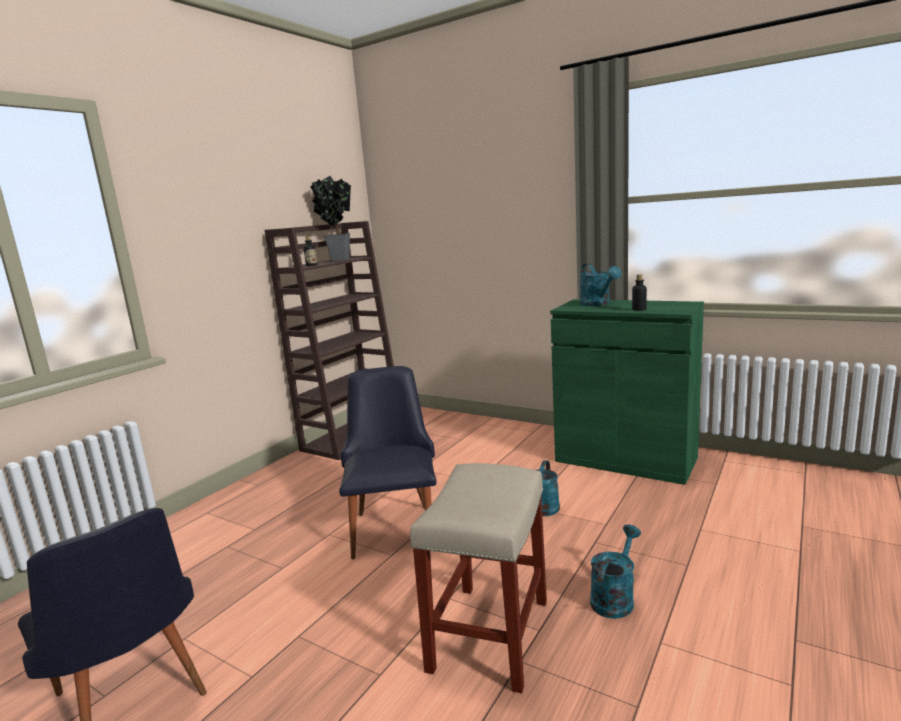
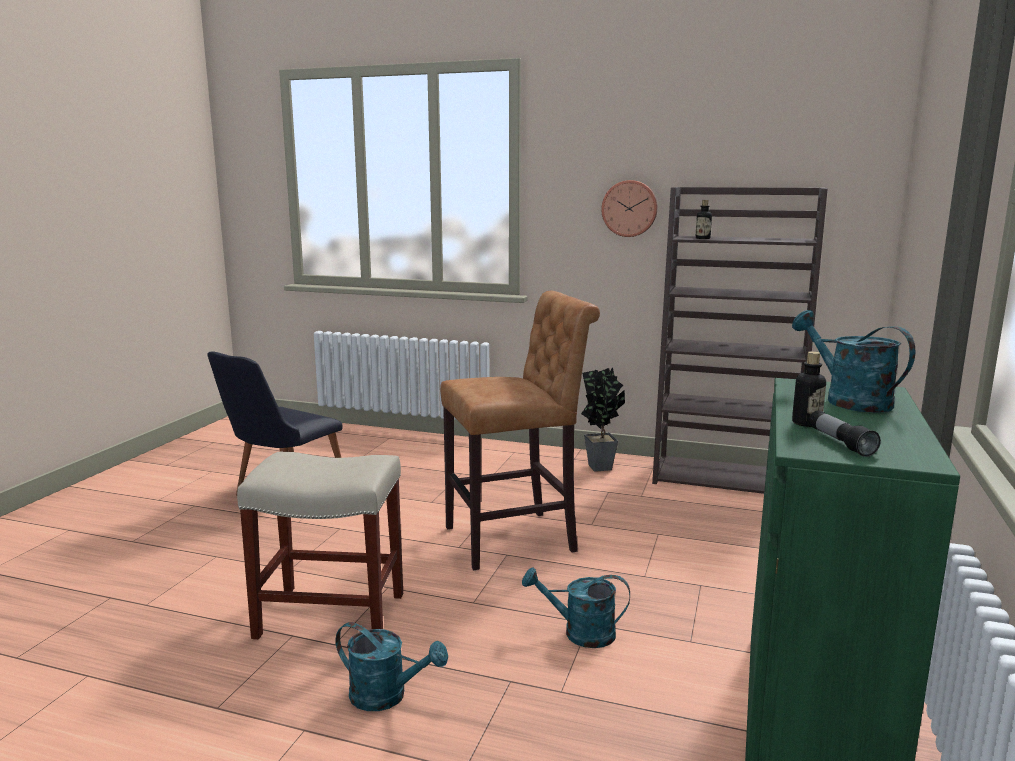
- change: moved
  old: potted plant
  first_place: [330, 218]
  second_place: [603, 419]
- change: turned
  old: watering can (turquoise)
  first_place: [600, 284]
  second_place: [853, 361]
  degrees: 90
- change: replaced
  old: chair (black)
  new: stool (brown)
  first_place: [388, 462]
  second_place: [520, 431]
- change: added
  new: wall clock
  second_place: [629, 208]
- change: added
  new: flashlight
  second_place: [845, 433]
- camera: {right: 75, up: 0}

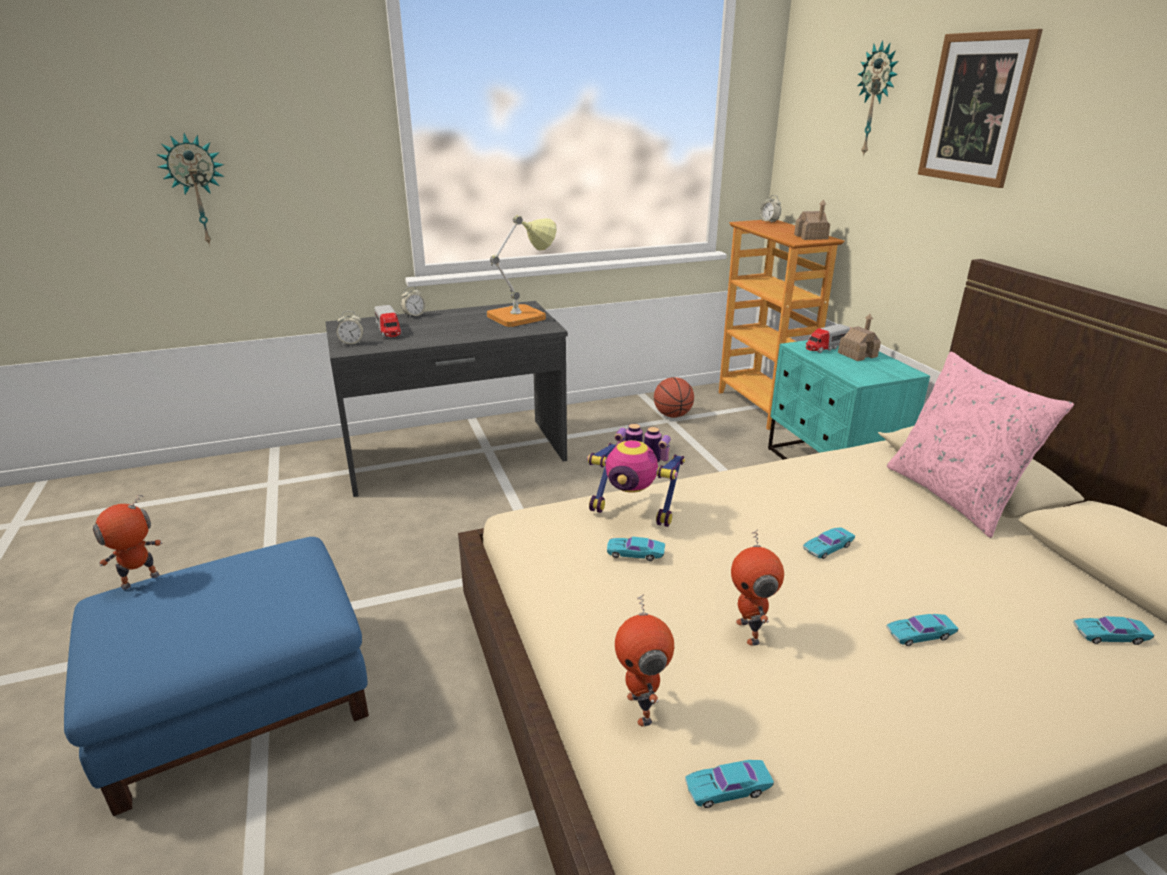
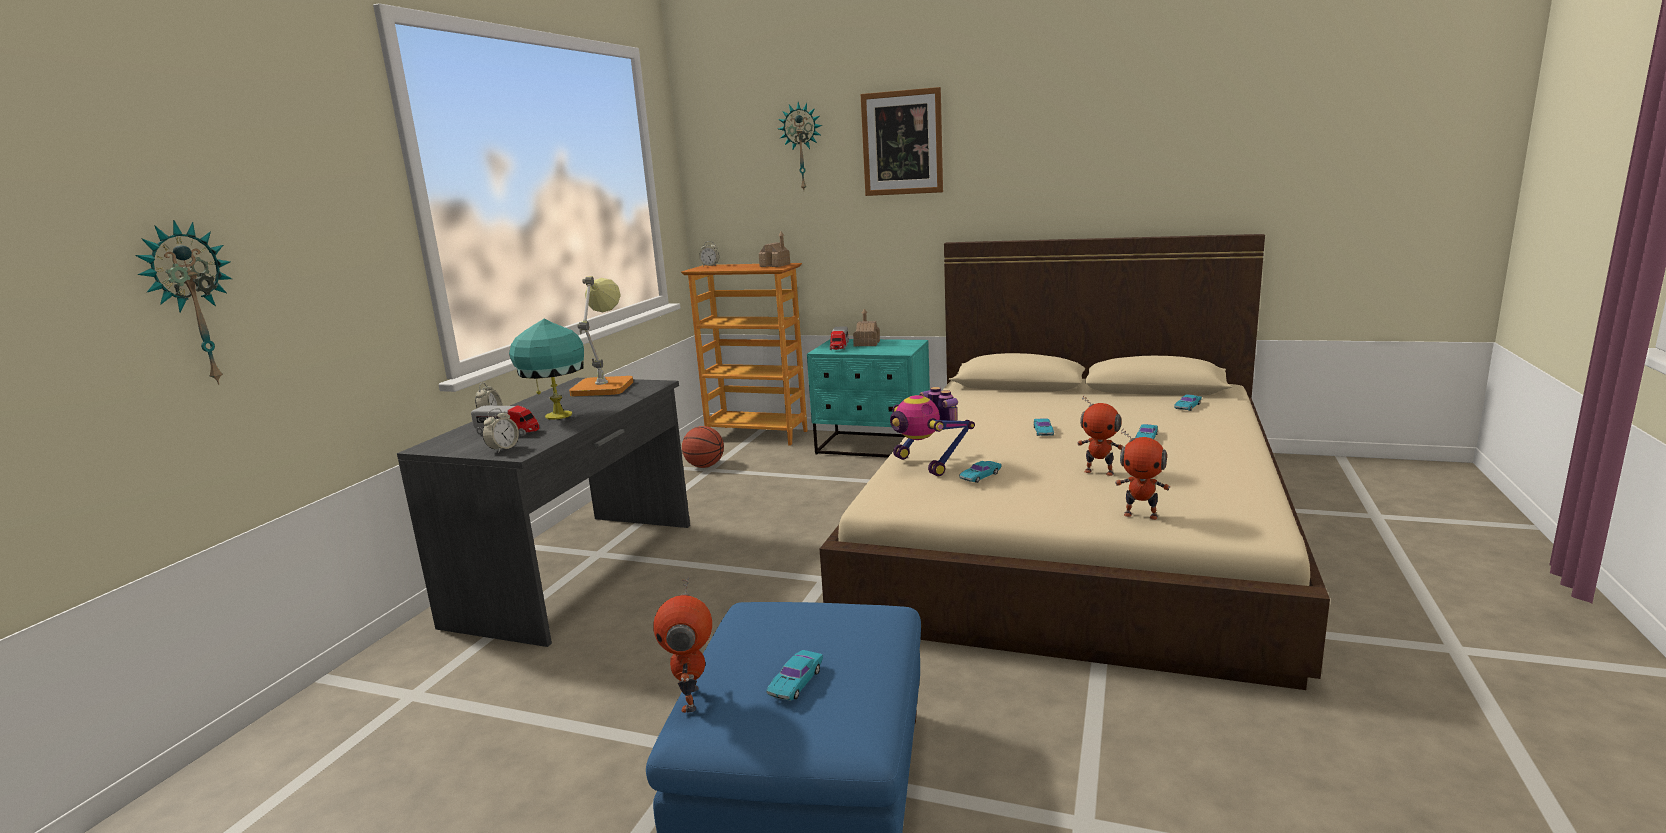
- change: removed
  old: pillow (pink)
  first_place: [980, 445]
- change: turned
  old: toy robot
  first_place: [636, 475]
  second_place: [932, 431]
  degrees: 90
- change: moved
  old: toy car (turquoise)
  first_place: [729, 784]
  second_place: [794, 675]
- change: added
  new: table lamp (turquoise)
  second_place: [546, 369]
- camera: {right: -50, up: -10}

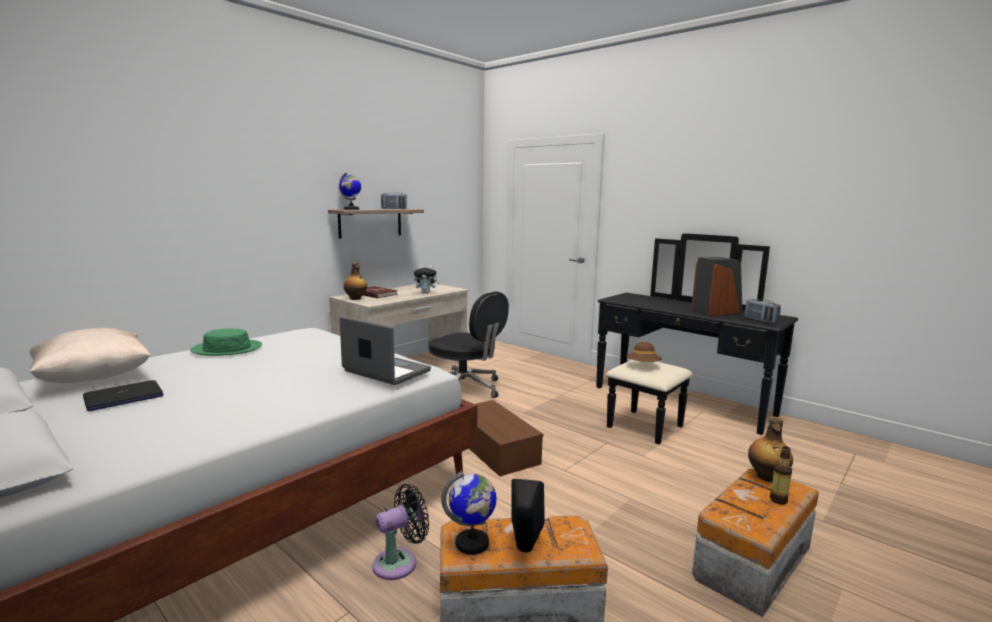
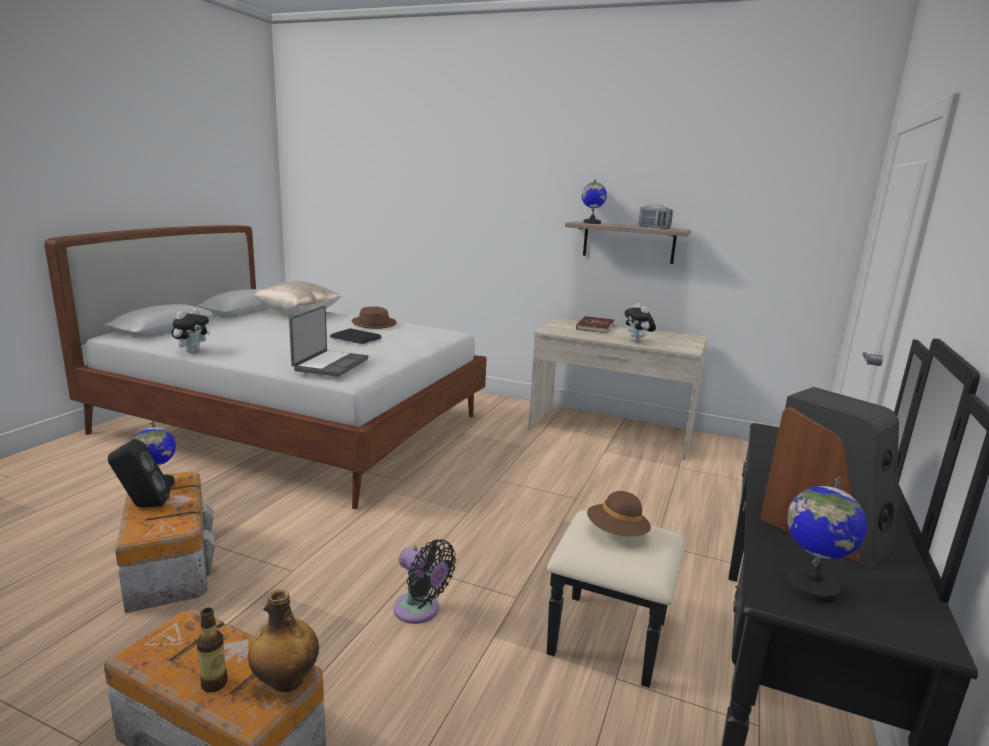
- change: removed
  old: bottle
  first_place: [355, 281]
- change: removed
  old: office chair (black)
  first_place: [469, 344]
- change: replaced
  old: radio
  new: globe
  first_place: [763, 311]
  second_place: [826, 539]
- change: recoloured
  old: hat (green)
  new: hat (brown)
  first_place: [226, 342]
  second_place: [374, 317]
- change: moved
  old: laptop
  first_place: [123, 395]
  second_place: [355, 336]
- change: removed
  old: storage box (brown)
  first_place: [506, 438]
- change: moved
  old: fan (black)
  first_place: [401, 532]
  second_place: [424, 581]
- change: added
  new: plush toy
  second_place: [190, 331]
- camera: {right: 70, up: 5}

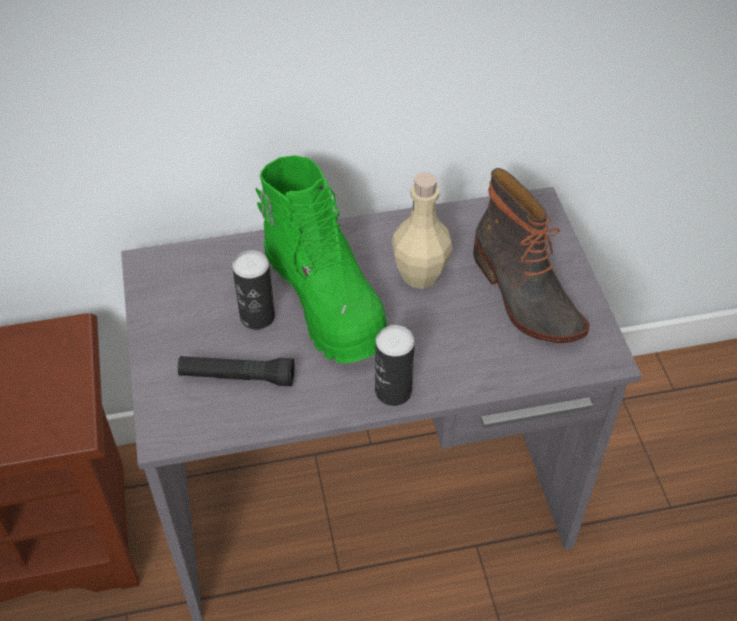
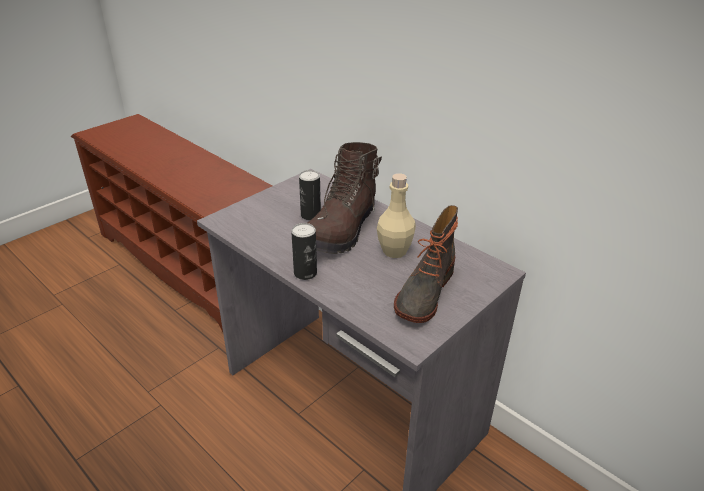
- change: recoloured
  old: boot (green)
  new: boot (brown)
  first_place: [321, 259]
  second_place: [345, 198]
- change: removed
  old: flashlight (black)
  first_place: [236, 371]
- camera: {right: 55, up: -15}

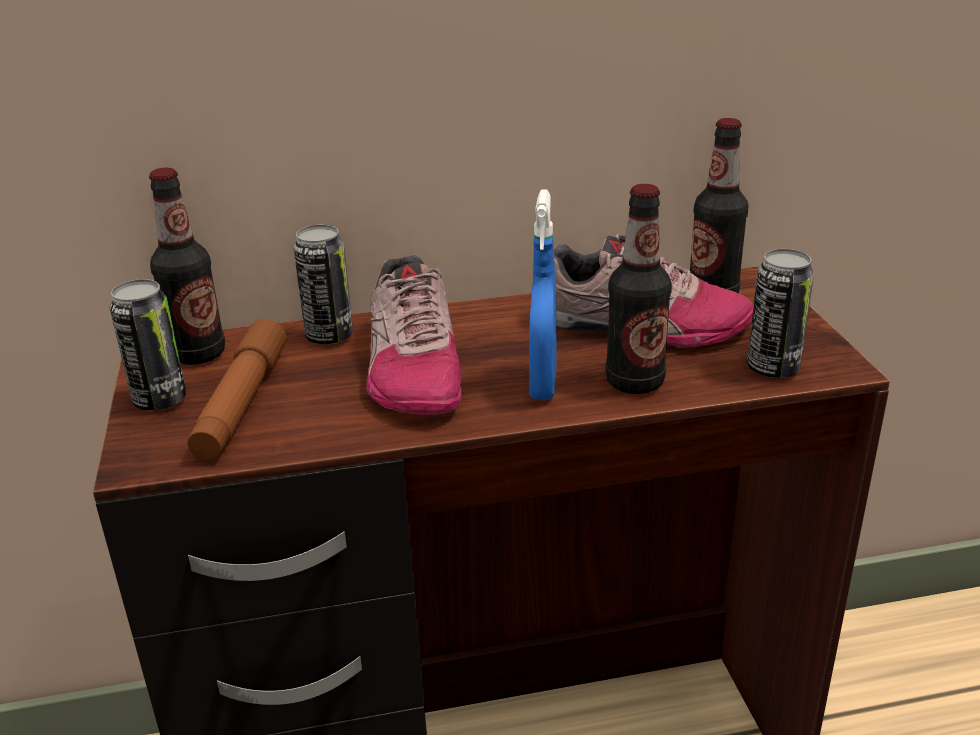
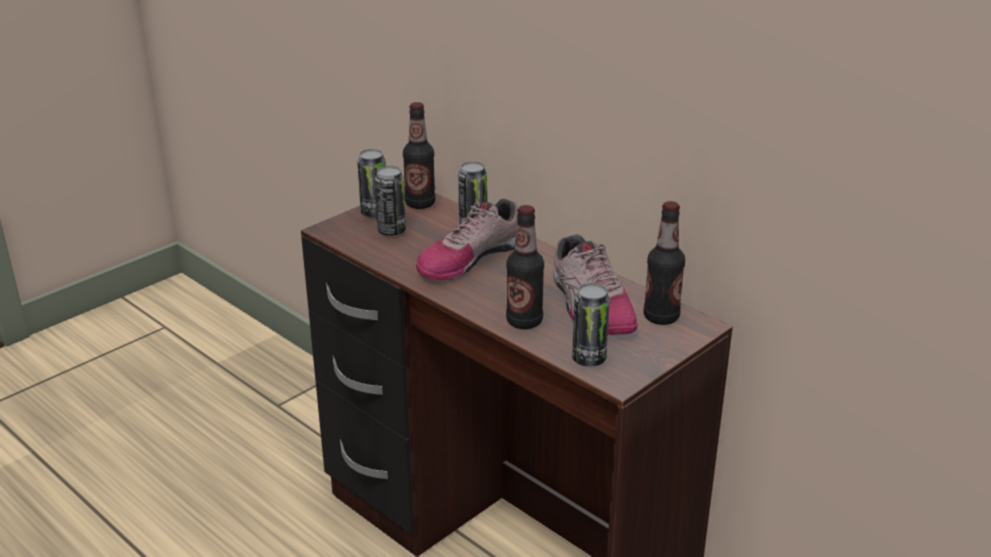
- change: removed
  old: spray bottle (blue)
  first_place: [542, 295]
- change: replaced
  old: flashlight (brown)
  new: can
  first_place: [237, 389]
  second_place: [390, 201]
- camera: {right: 55, up: 0}

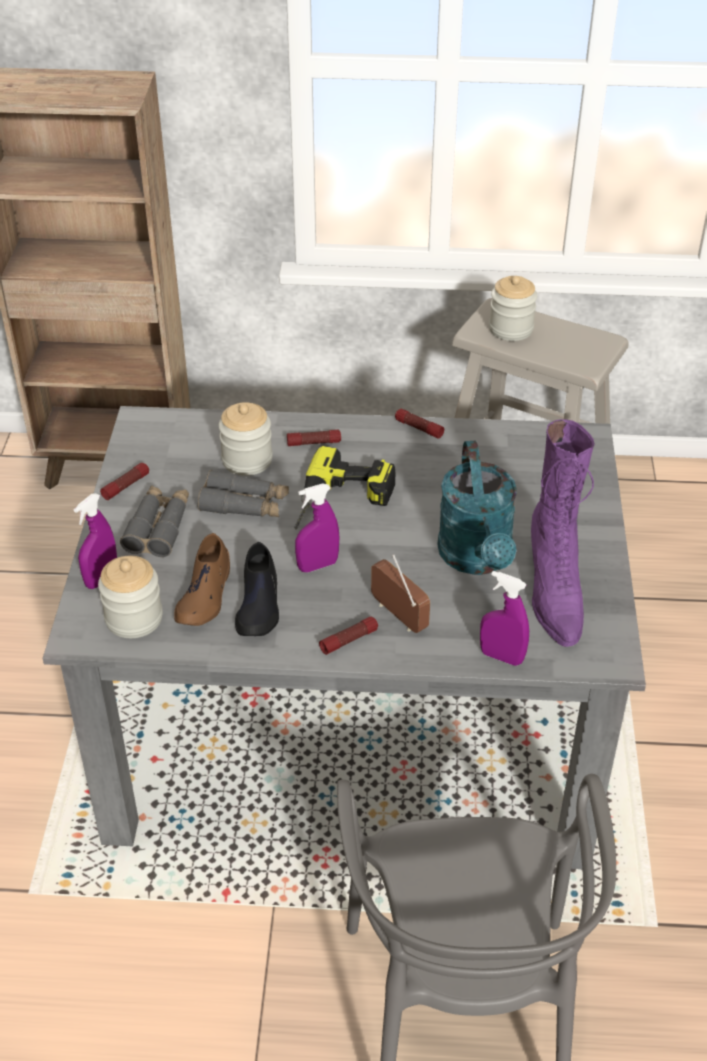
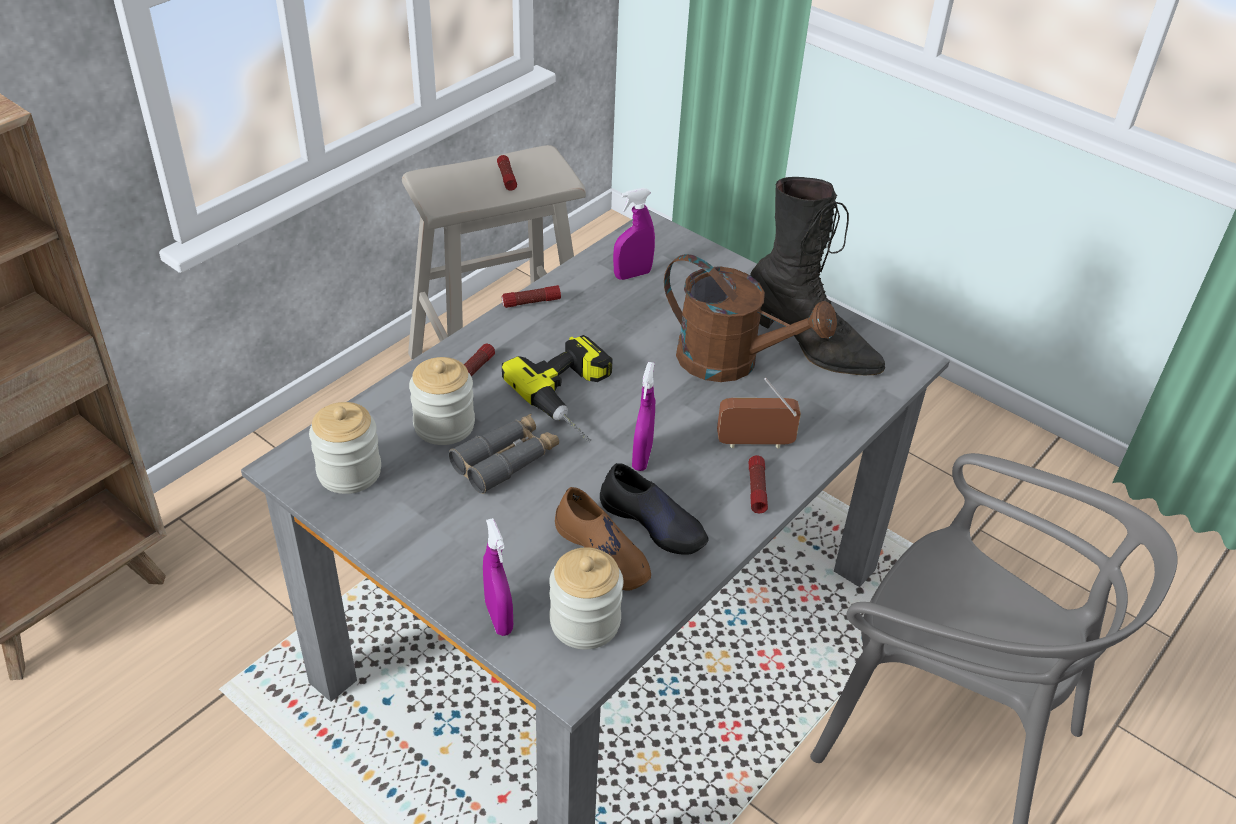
- change: moved
  old: jar
  first_place: [513, 308]
  second_place: [345, 448]
- change: recoloured
  old: boot (purple)
  new: boot (black)
  first_place: [562, 533]
  second_place: [817, 276]
- change: recoloured
  old: watering can (turquoise)
  new: watering can (brown)
  first_place: [477, 508]
  second_place: [750, 318]
- change: moved
  old: flashlight
  first_place: [124, 481]
  second_place: [507, 173]
- change: removed
  old: binoculars (grey)
  first_place: [154, 521]
- change: moved
  old: spray bottle (purple)
  first_place: [504, 618]
  second_place: [634, 233]
- camera: {right: -55, up: 0}

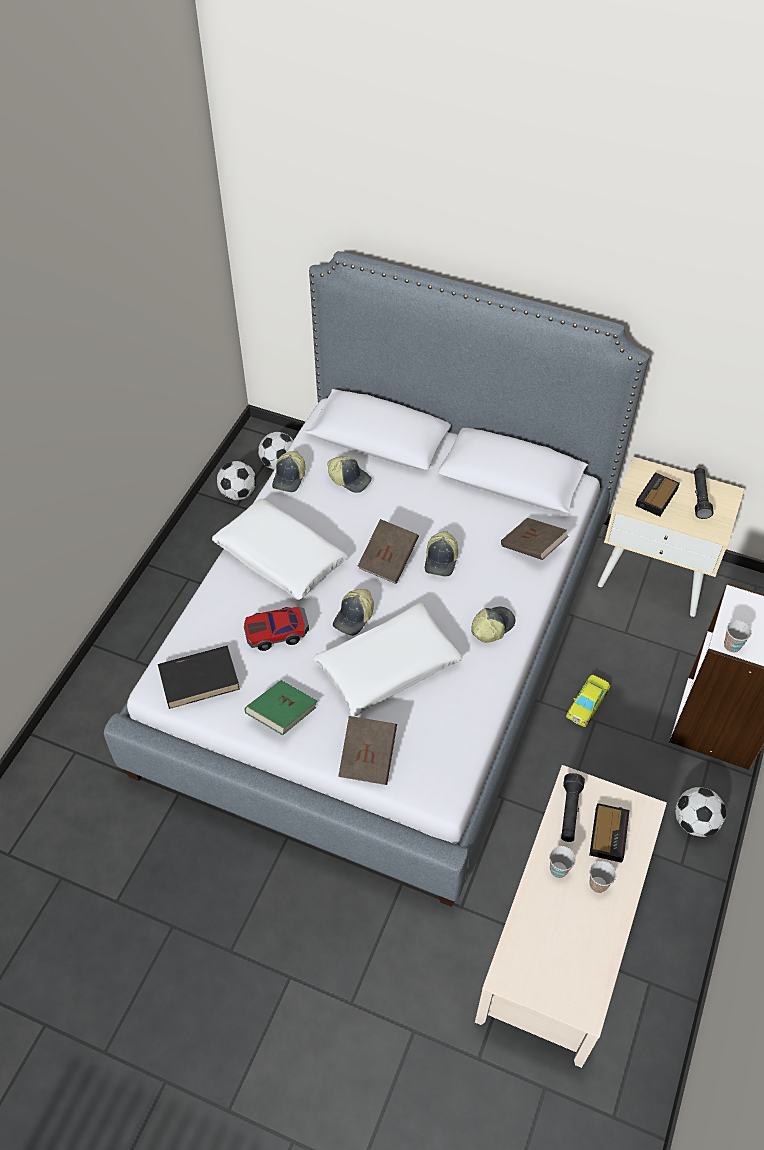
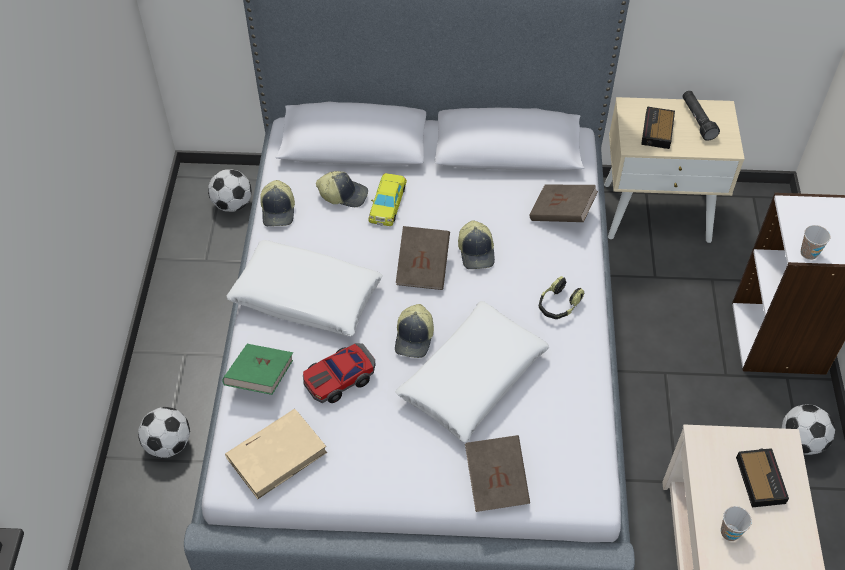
- change: moved
  old: football
  first_place: [236, 480]
  second_place: [164, 432]
- change: replaced
  old: cap
  new: headphones
  first_place: [493, 625]
  second_place: [562, 297]
- change: recoloured
  old: book (black)
  new: book (beige)
  first_place: [199, 677]
  second_place: [276, 454]
- change: moved
  old: toy car (yellow)
  first_place: [588, 701]
  second_place: [388, 199]
- change: moved
  old: book (green)
  first_place: [281, 707]
  second_place: [257, 369]
- change: removed
  old: flashlight (black)
  first_place: [573, 807]
- change: removed
  old: cup
  first_place: [602, 877]
- camera: {right: -20, up: 0}

